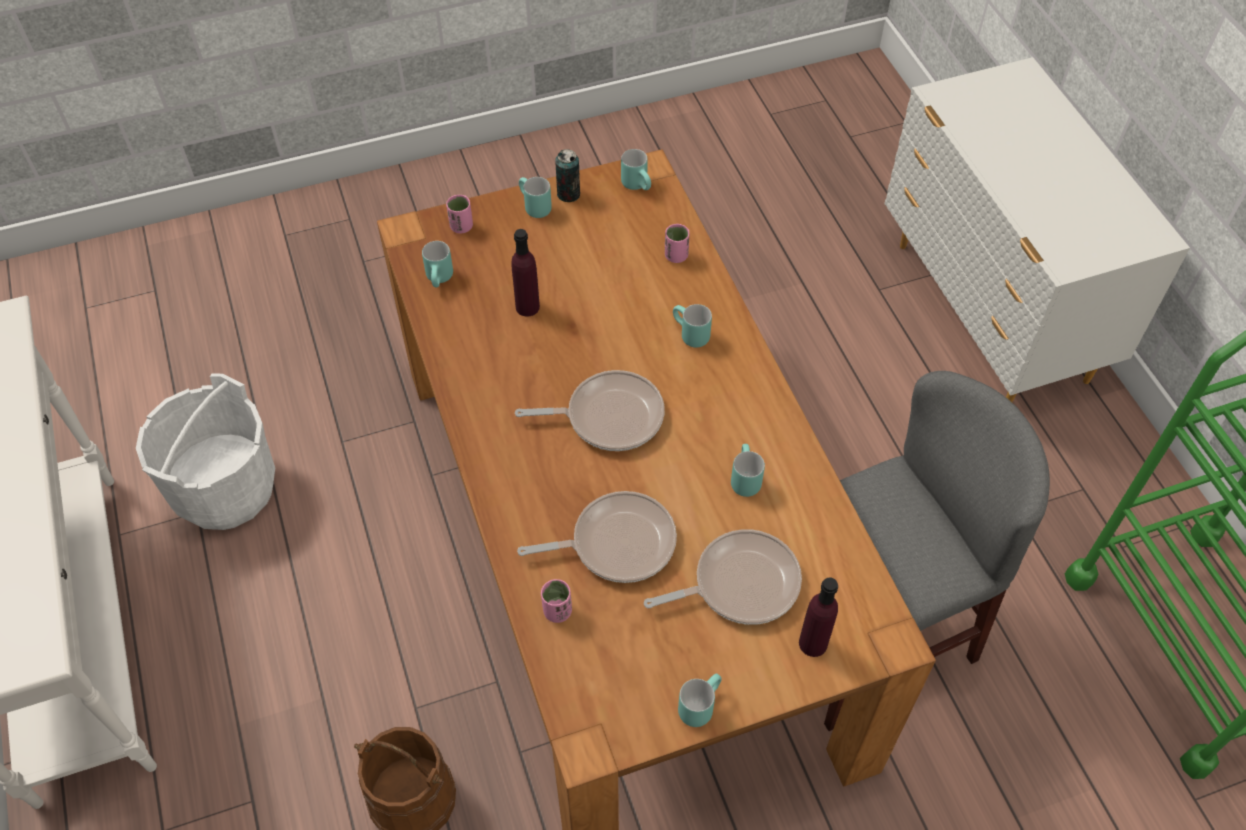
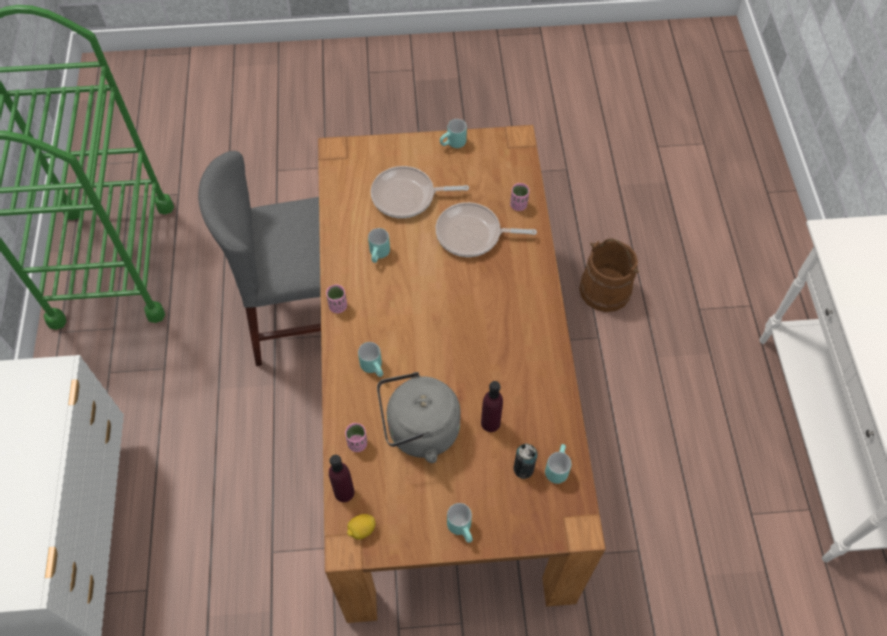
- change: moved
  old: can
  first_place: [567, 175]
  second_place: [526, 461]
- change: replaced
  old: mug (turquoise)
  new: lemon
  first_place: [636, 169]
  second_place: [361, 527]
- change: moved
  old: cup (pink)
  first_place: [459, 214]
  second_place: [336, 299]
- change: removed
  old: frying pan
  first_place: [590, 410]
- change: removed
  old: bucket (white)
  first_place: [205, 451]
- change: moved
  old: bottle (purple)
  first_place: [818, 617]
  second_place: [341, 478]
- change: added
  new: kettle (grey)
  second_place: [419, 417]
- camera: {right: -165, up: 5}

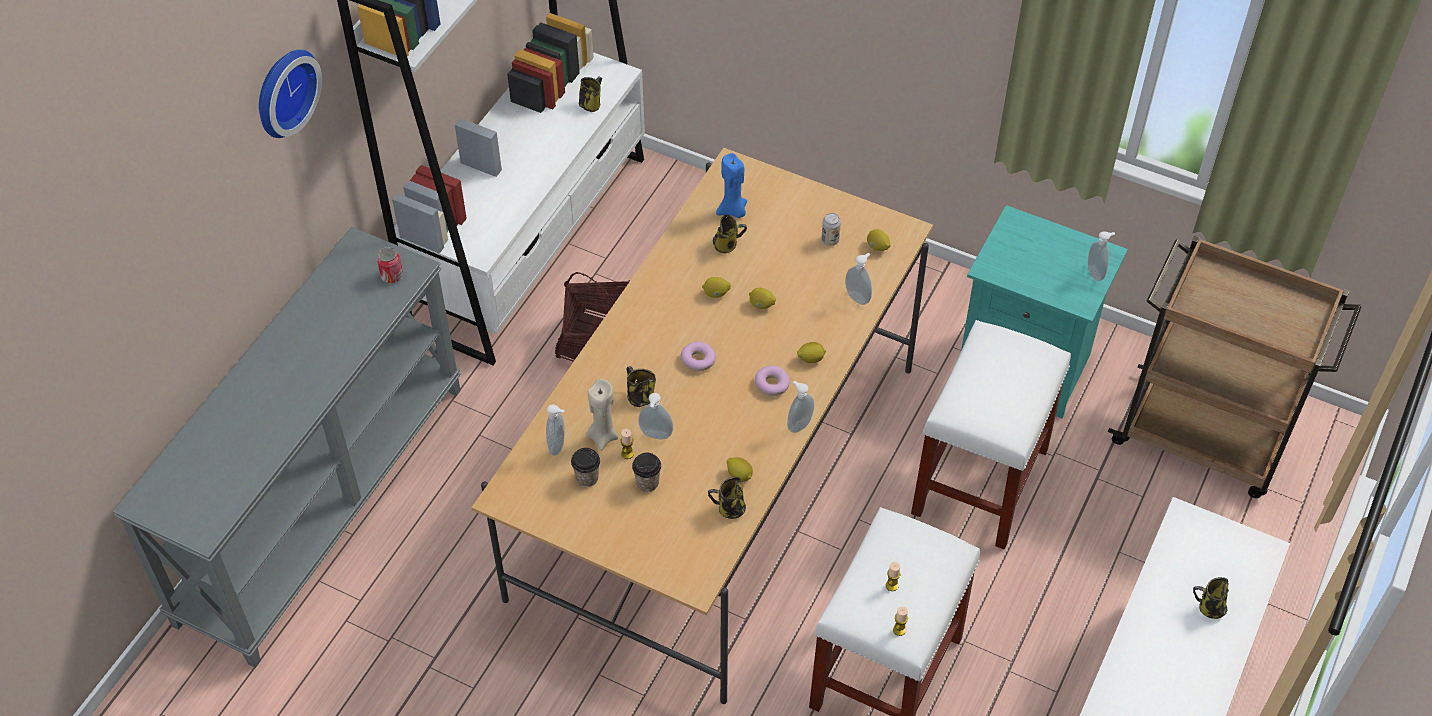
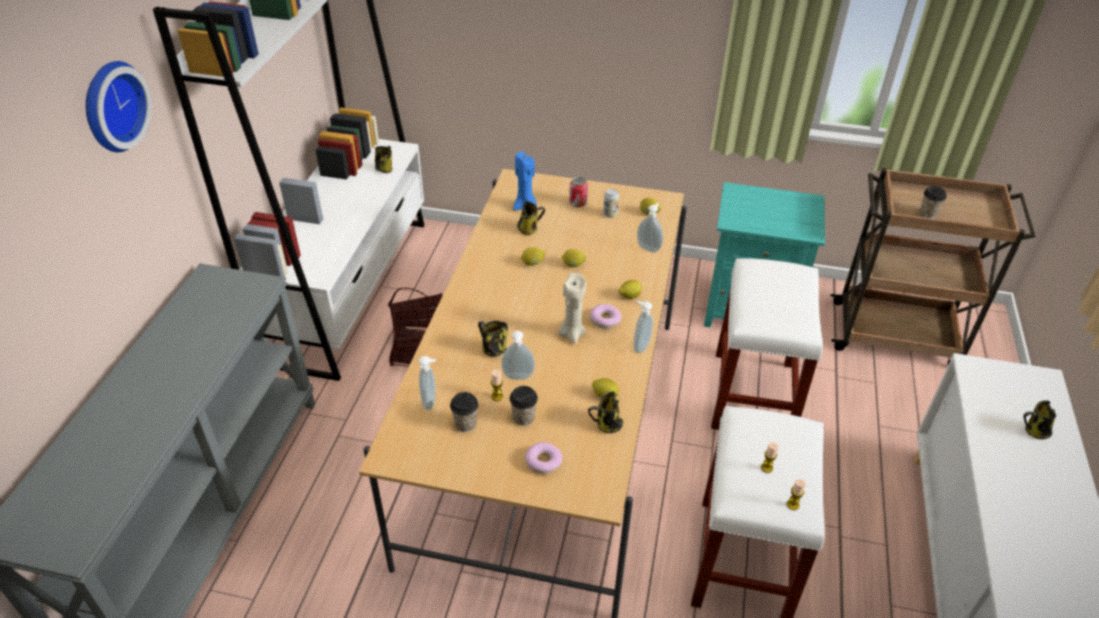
- change: removed
  old: soap dispenser
  first_place: [1101, 256]
- change: moved
  old: can
  first_place: [390, 265]
  second_place: [578, 191]
- change: moved
  old: donut
  first_place: [698, 357]
  second_place: [543, 458]
- change: moved
  old: candle (beige)
  first_place: [602, 415]
  second_place: [572, 308]
- change: added
  new: cup
  second_place: [933, 202]
- camera: {right: -15, up: -10}

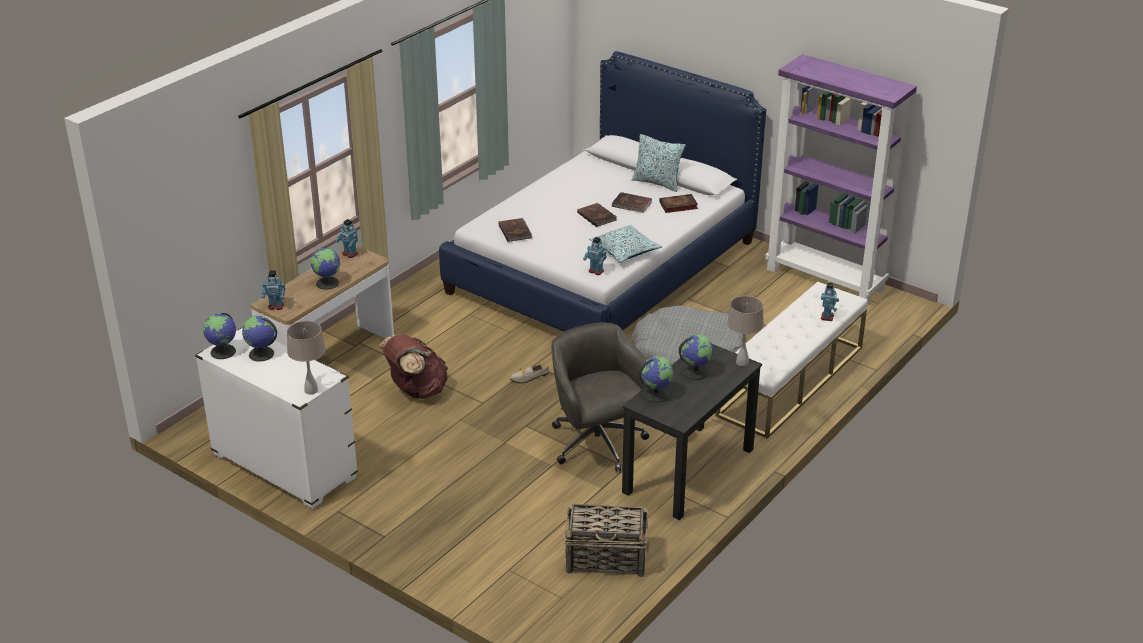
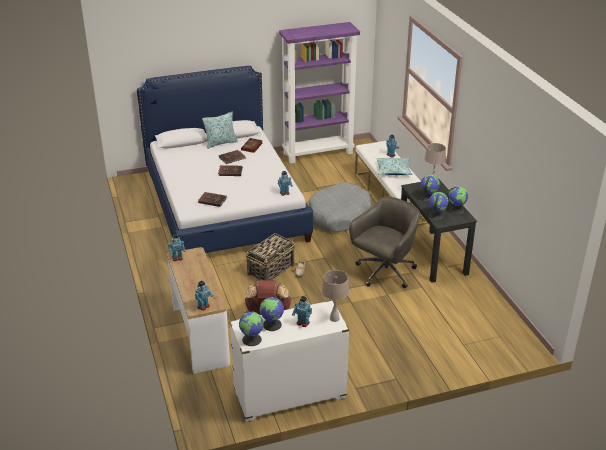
- change: moved
  old: pillow
  first_place: [625, 244]
  second_place: [394, 166]
- change: moved
  old: globe
  first_place: [325, 268]
  second_place: [457, 200]
- change: turned
  old: office chair (grey)
  first_place: [600, 397]
  second_place: [384, 242]
  degrees: 120
- change: moved
  old: basket
  first_place: [606, 540]
  second_place: [270, 256]
- change: added
  new: toy robot
  second_place: [302, 311]
- camera: {right: -55, up: 0}

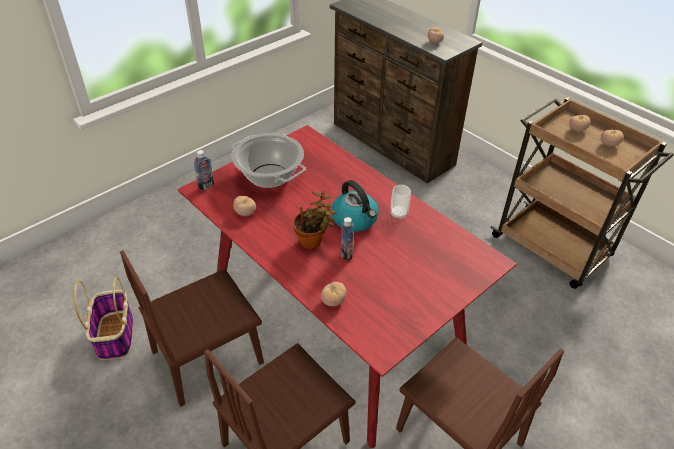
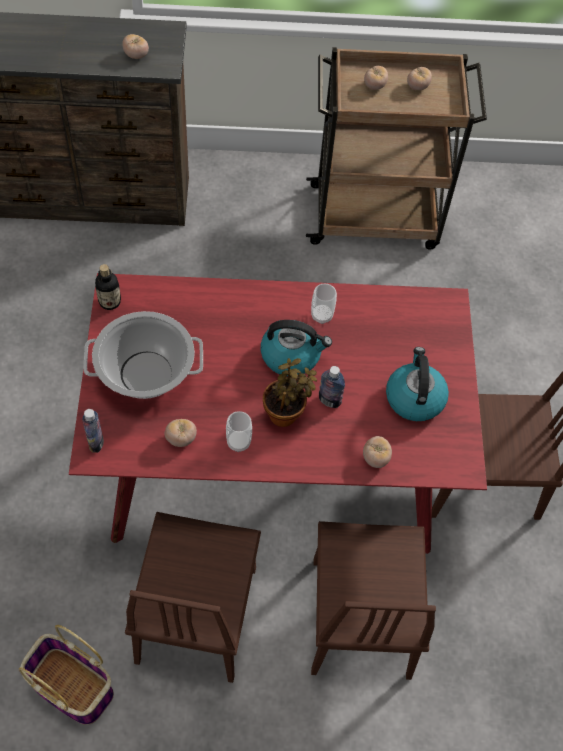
- change: added
  new: bottle
  second_place: [108, 287]
- change: added
  new: kettle
  second_place: [417, 384]
- change: added
  new: cup
  second_place: [239, 431]
- camera: {right: -50, up: 15}

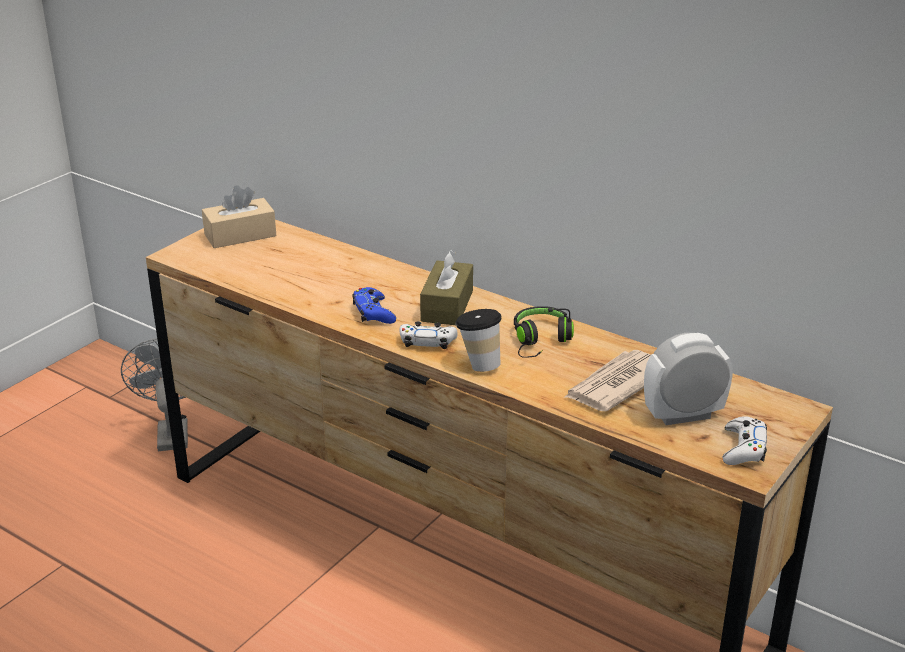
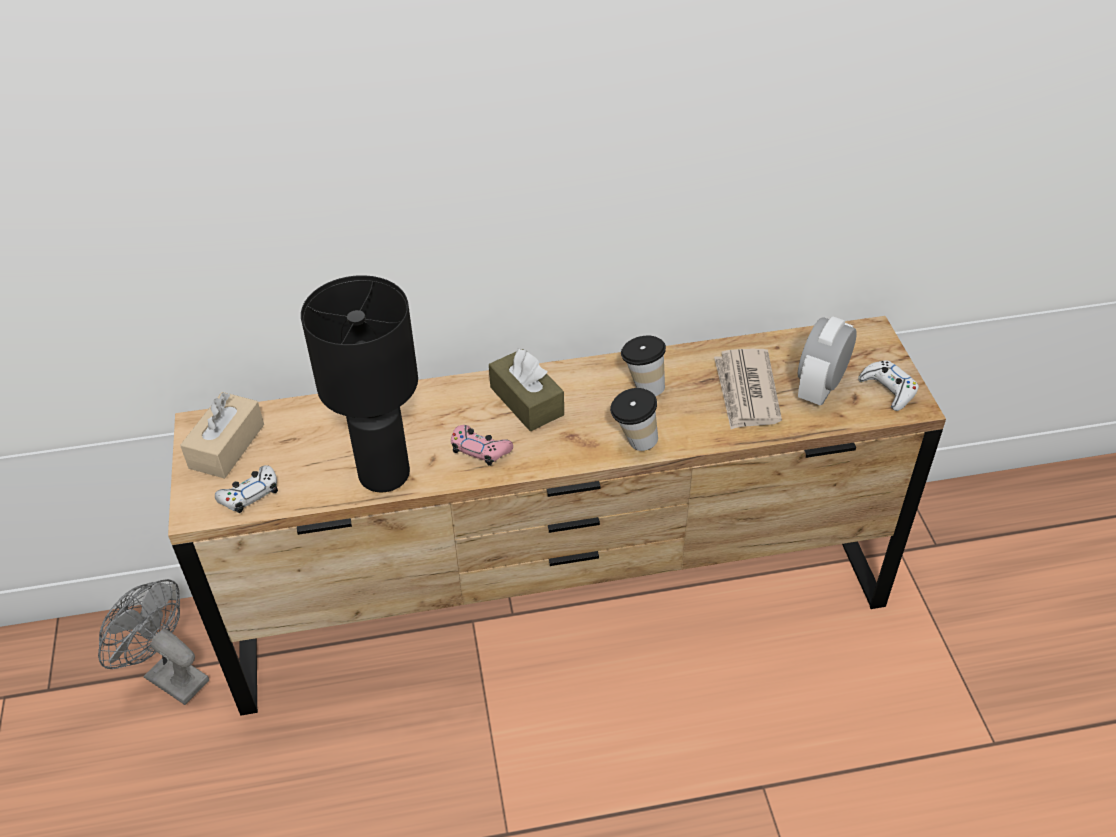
- change: recoloured
  old: game controller (blue)
  new: game controller (pink)
  first_place: [374, 305]
  second_place: [482, 445]
- change: replaced
  old: headphones (black)
  new: cup
  first_place: [544, 332]
  second_place: [643, 366]
- change: moved
  old: game controller (white)
  first_place: [428, 335]
  second_place: [246, 489]
- change: added
  new: table lamp (black)
  second_place: [359, 383]
- camera: {right: -45, up: 15}

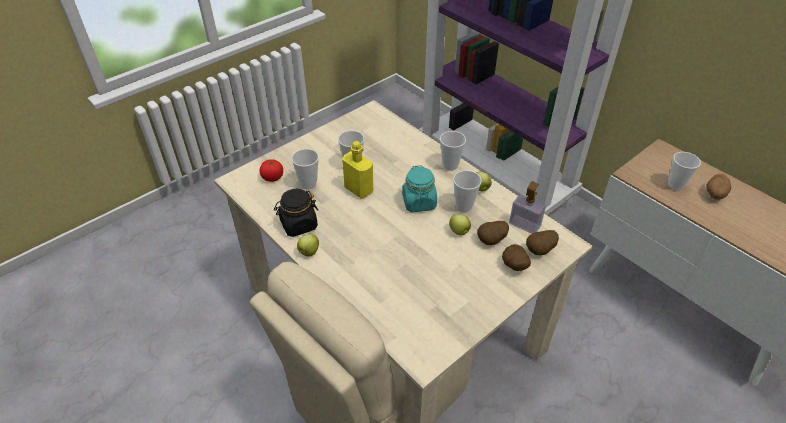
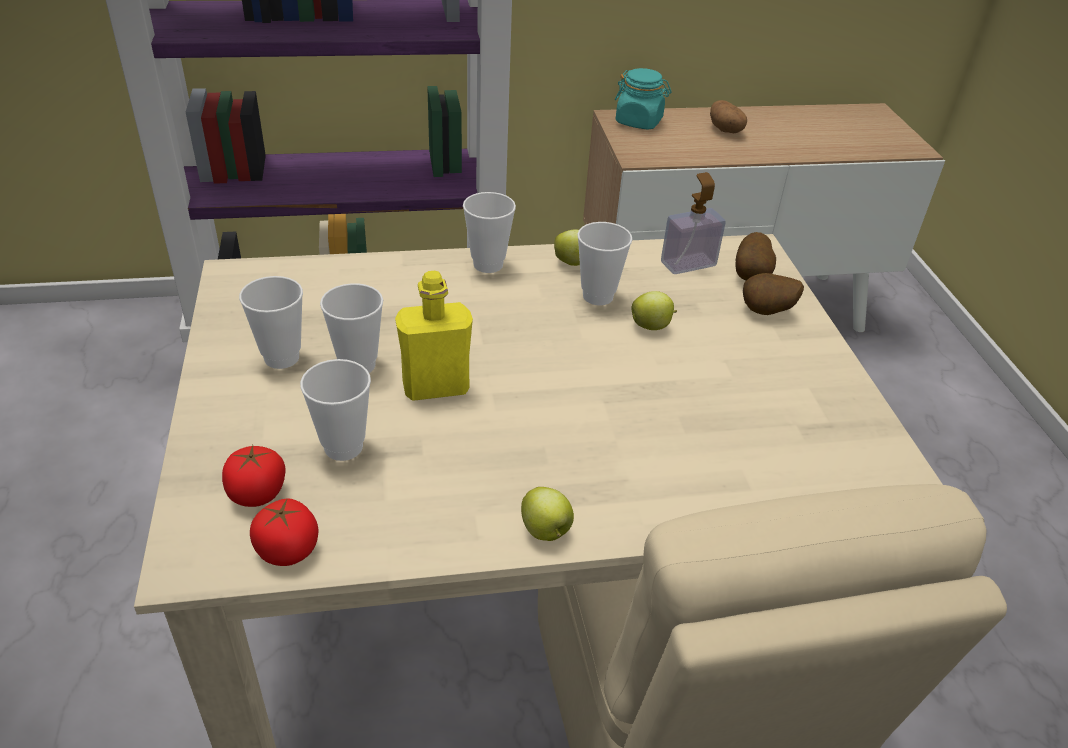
- change: moved
  old: cup
  first_place: [684, 171]
  second_place: [271, 322]
- change: moved
  old: jar (turquoise)
  first_place: [419, 188]
  second_place: [643, 99]
- change: removed
  old: jar (black)
  first_place: [296, 213]
- change: removed
  old: potato
  first_place: [493, 233]
- change: added
  new: tomato
  second_place: [284, 532]
- camera: {right: -60, up: -5}

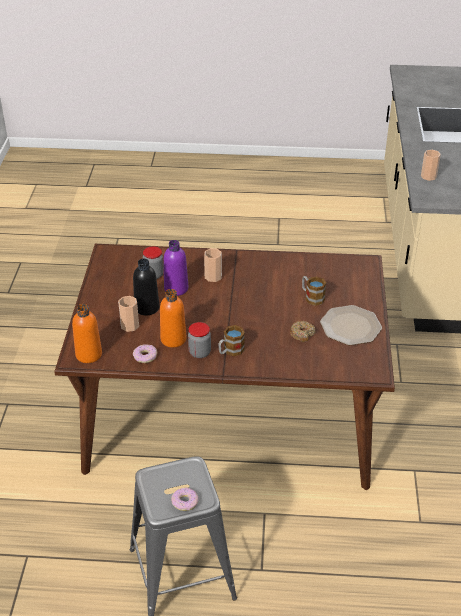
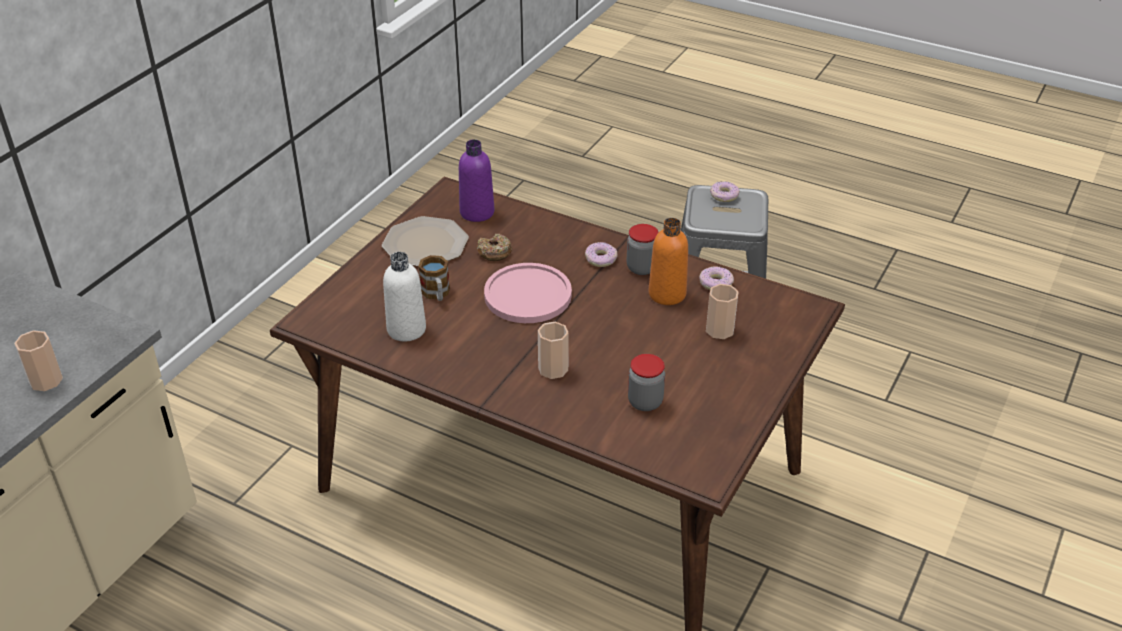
- change: moved
  old: bottle (purple)
  first_place: [176, 268]
  second_place: [476, 180]
- change: removed
  old: bottle (black)
  first_place: [146, 287]
- change: removed
  old: bottle (orange)
  first_place: [87, 333]
- change: replaced
  old: mug
  new: donut
  first_place: [231, 340]
  second_place: [601, 254]
- change: added
  new: bottle (white)
  second_place: [404, 296]
- change: added
  new: plate (pink)
  second_place: [528, 293]
- camera: {right: -155, up: 0}

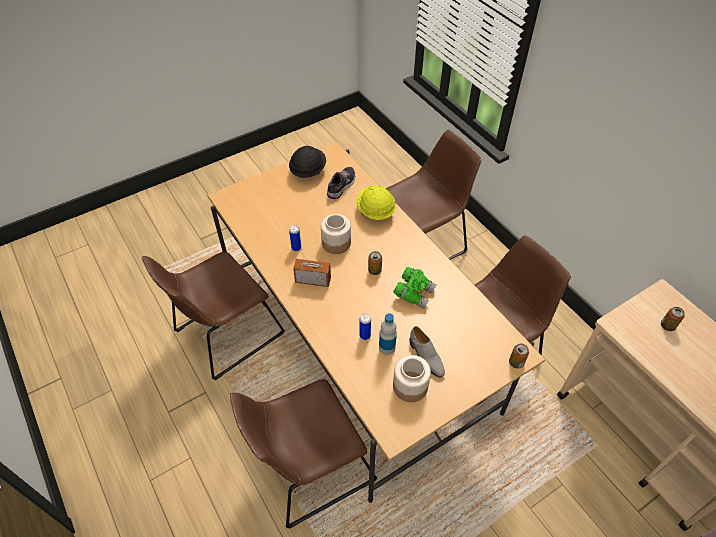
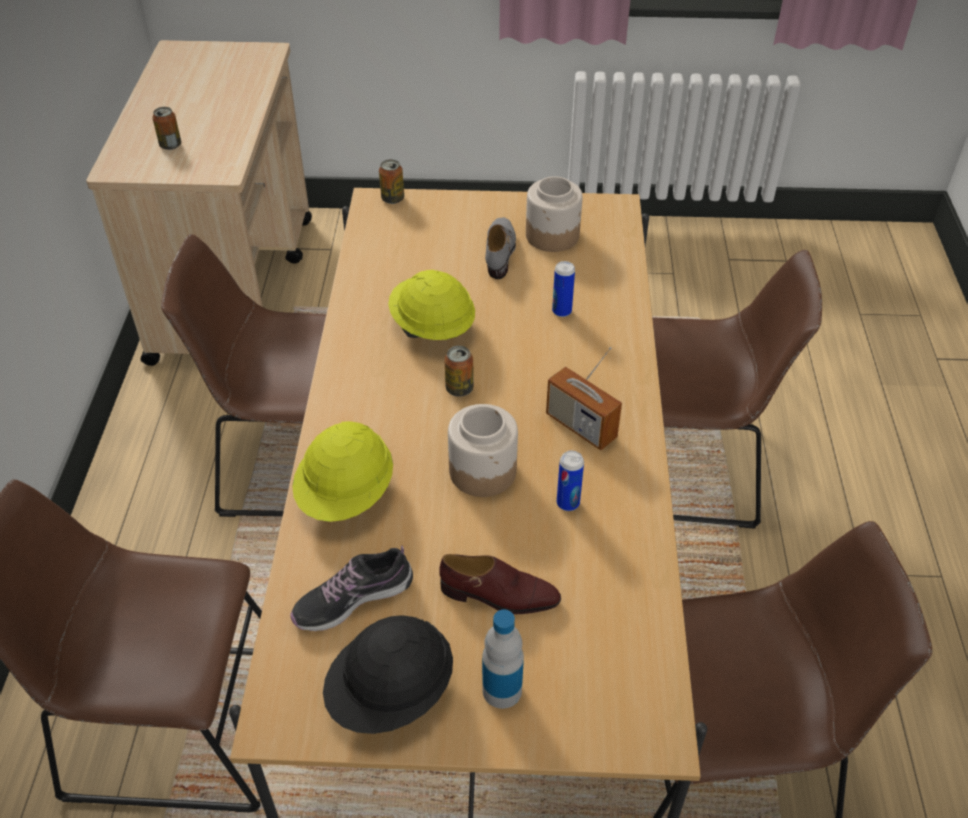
- change: replaced
  old: binoculars (green)
  new: hard hat (yellow)
  first_place: [415, 288]
  second_place: [431, 305]
- change: moved
  old: bottle
  first_place: [388, 334]
  second_place: [503, 659]
- change: added
  new: shoe (brown)
  second_place: [500, 584]
- camera: {right: -145, up: -5}

